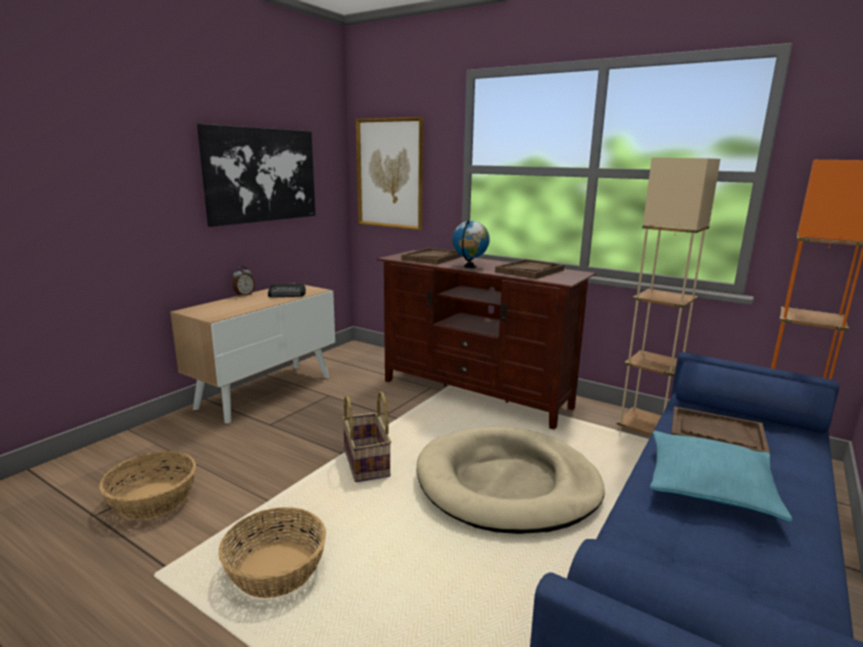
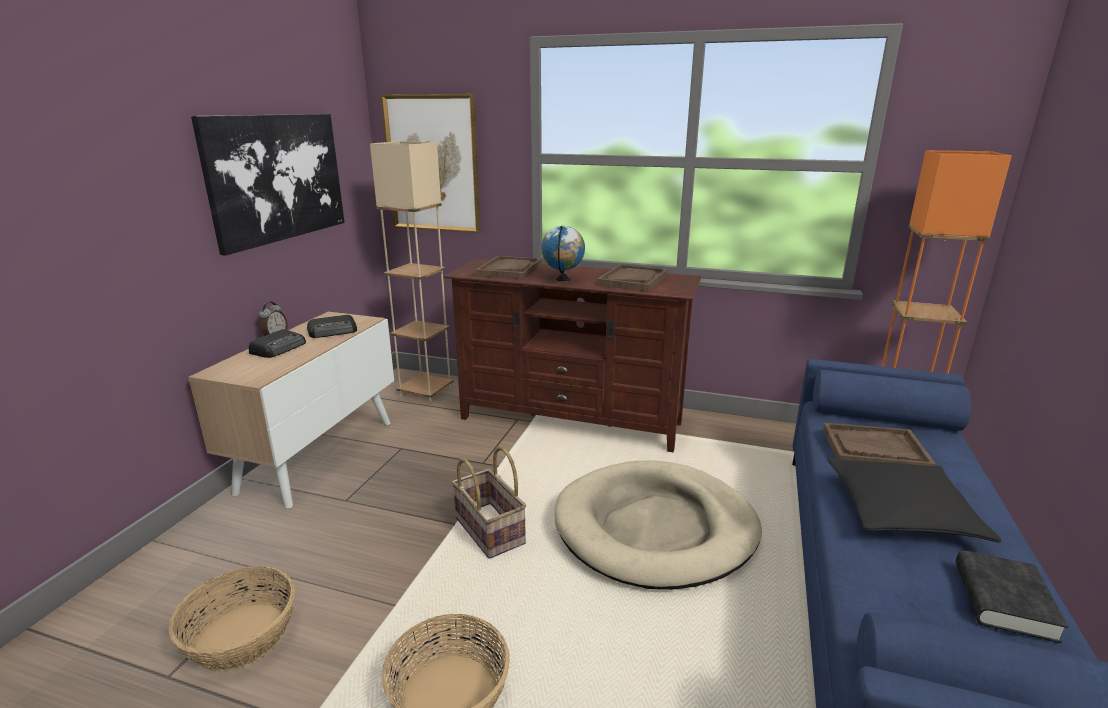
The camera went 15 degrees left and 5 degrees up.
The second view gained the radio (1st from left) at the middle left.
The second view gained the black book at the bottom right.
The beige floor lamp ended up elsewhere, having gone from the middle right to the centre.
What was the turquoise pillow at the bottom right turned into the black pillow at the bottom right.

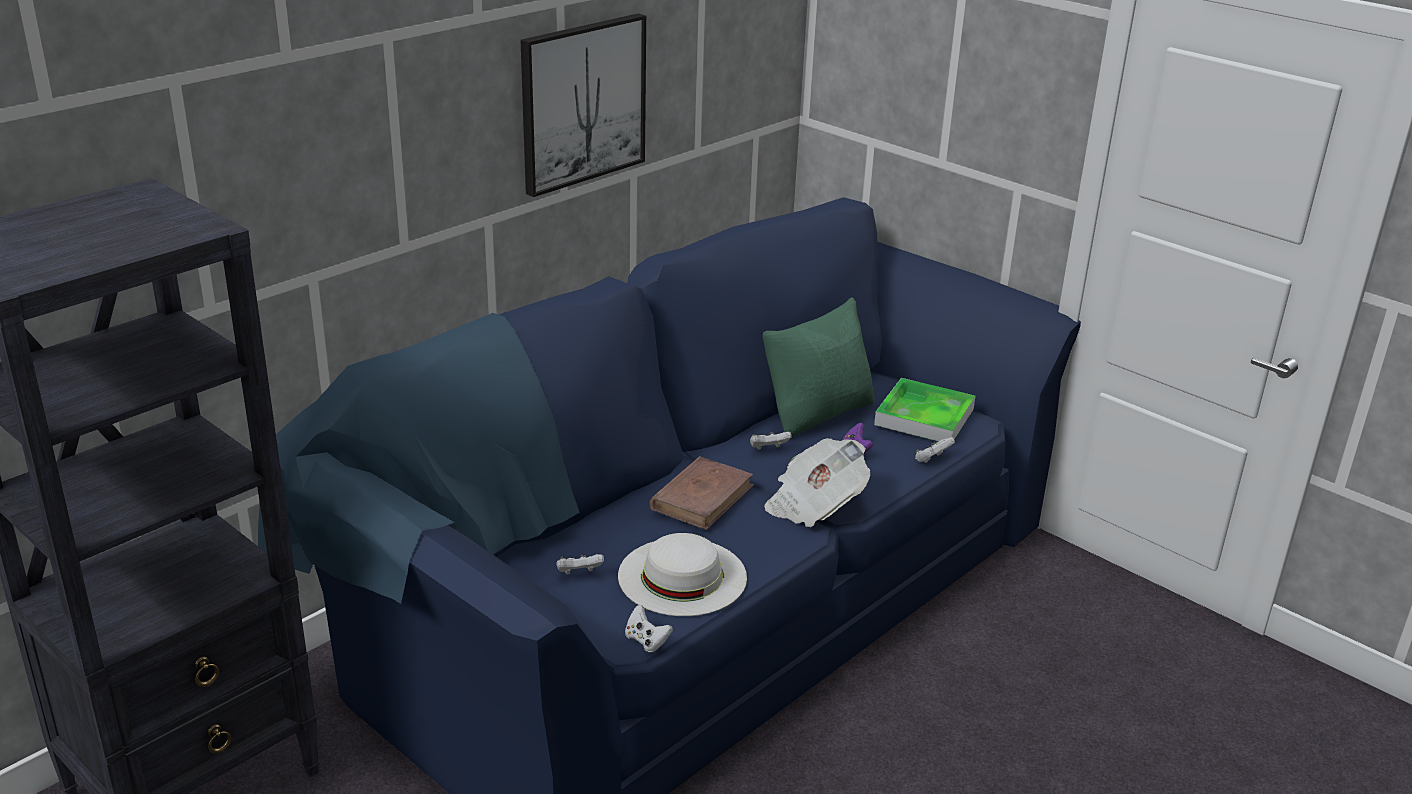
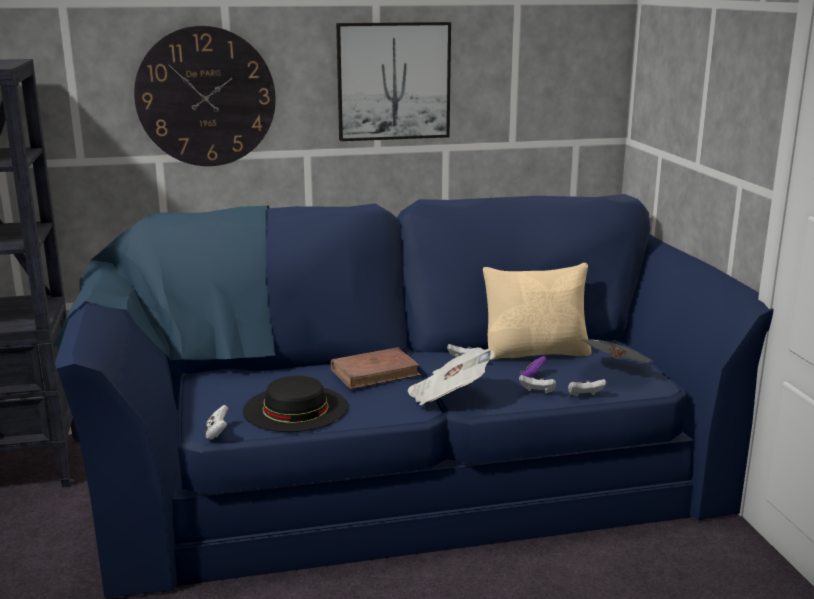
The camera went 35 degrees right and 10 degrees down.
The second view gained the wall clock at the top left.
The white game controller (1st from left in the first image) ended up elsewhere, having gone from the bottom centre to the centre.
Where the tray stood at the centre, the newspaper (2nd from left) came to stand at the middle right.
What was the white hat at the bottom centre turned into the black hat at the bottom centre.
What was the green pillow at the centre turned into the beige pillow at the centre.

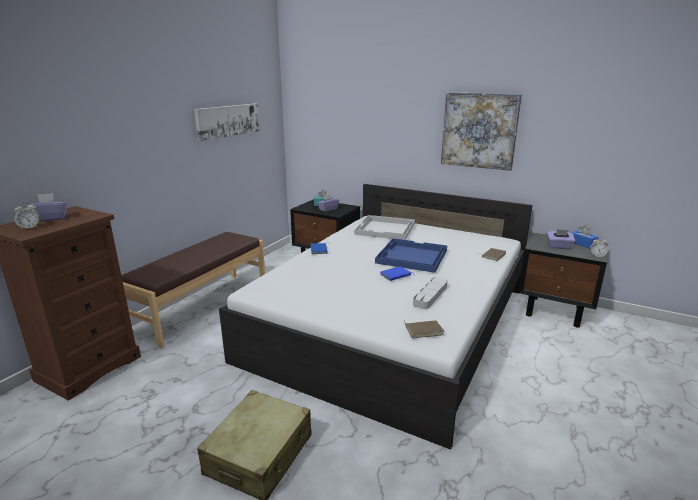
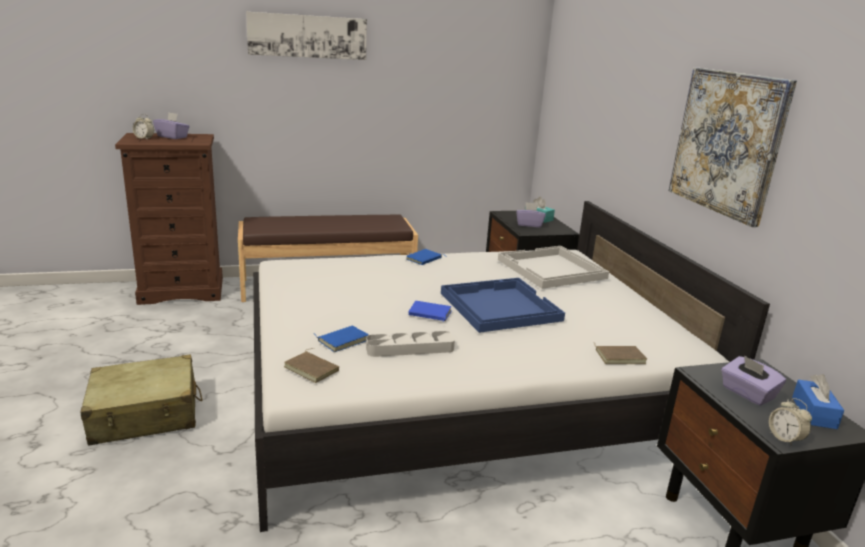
The camera went 45 degrees right and 0 degrees up.
The second view gained the blue book (1st from left) at the centre.
The picture (1st from left) ended up elsewhere, having gone from the top left to the top centre.

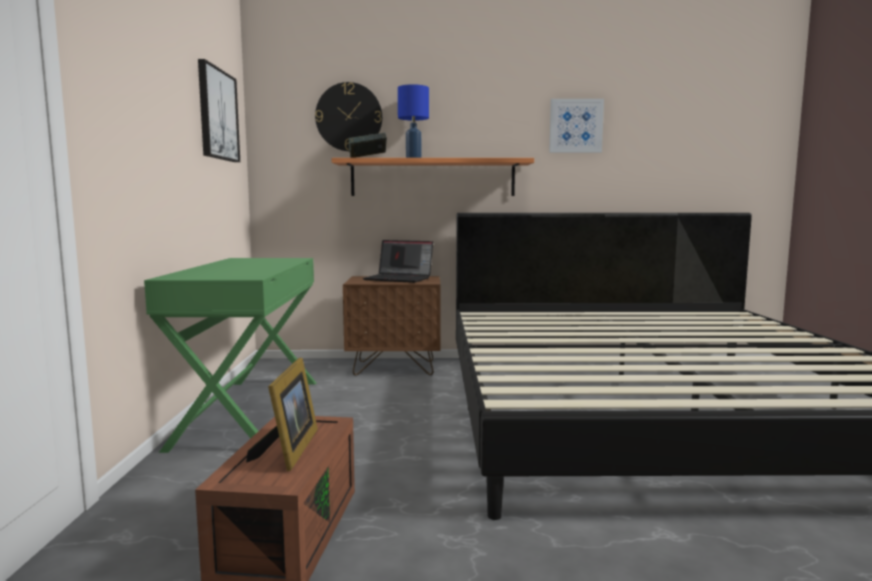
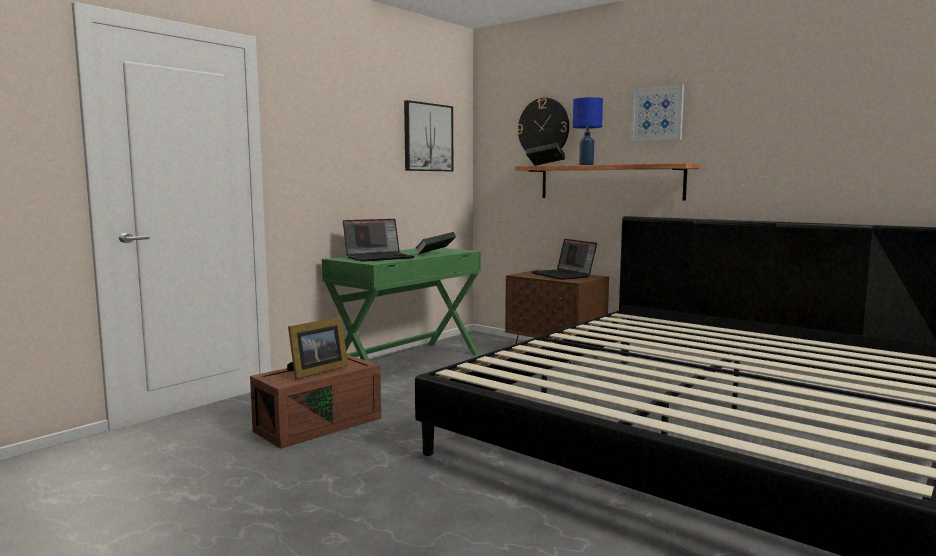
The camera went 40 degrees right and 0 degrees up.
The second view gained the laptop (1st from left) at the centre.
The second view gained the book (1st from left) at the centre.
The picture (2nd from left) ended up elsewhere, having gone from the top centre to the top right.

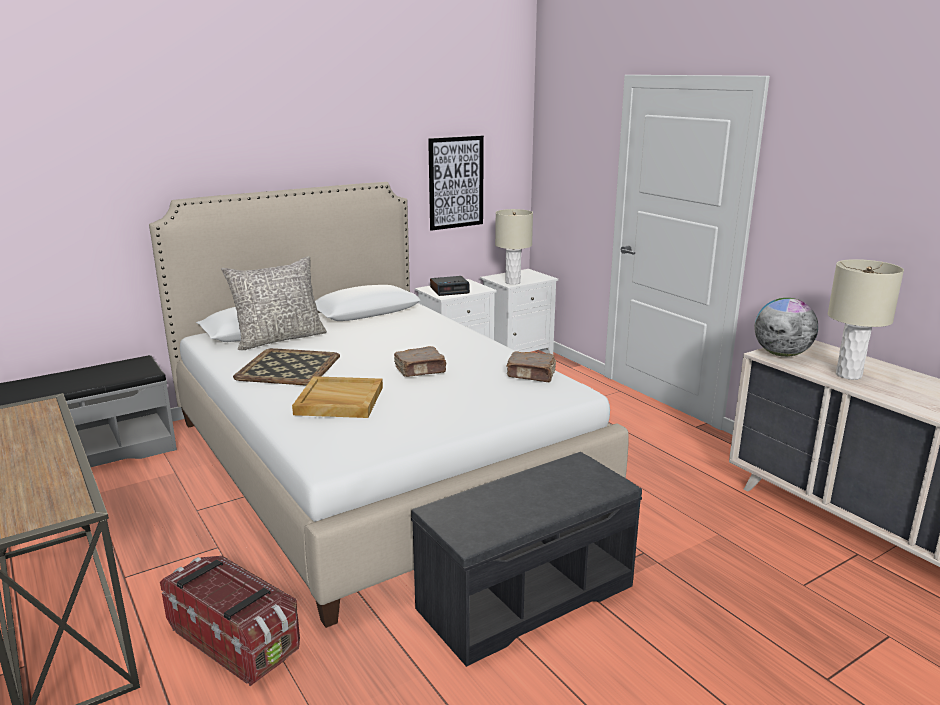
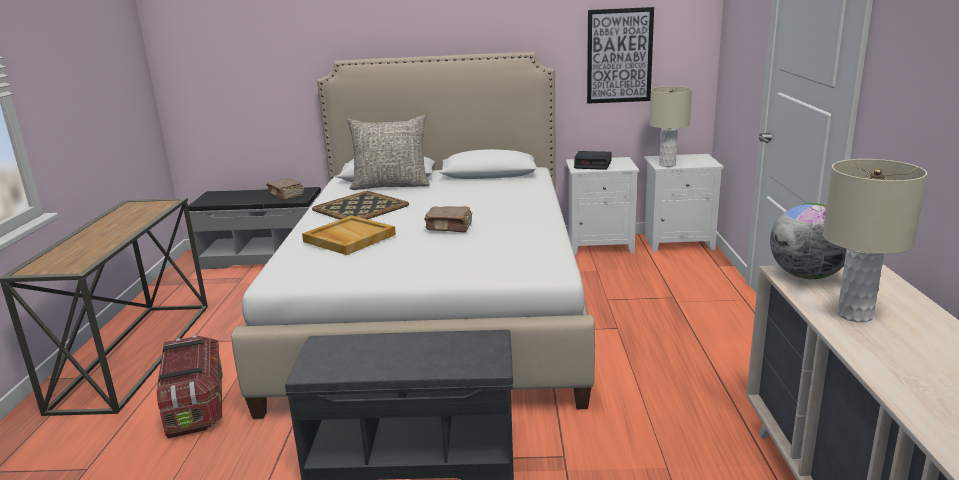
The camera went 35 degrees right and 0 degrees up.
The brown book (2nd from left in the first image) ended up elsewhere, having gone from the centre to the middle left.

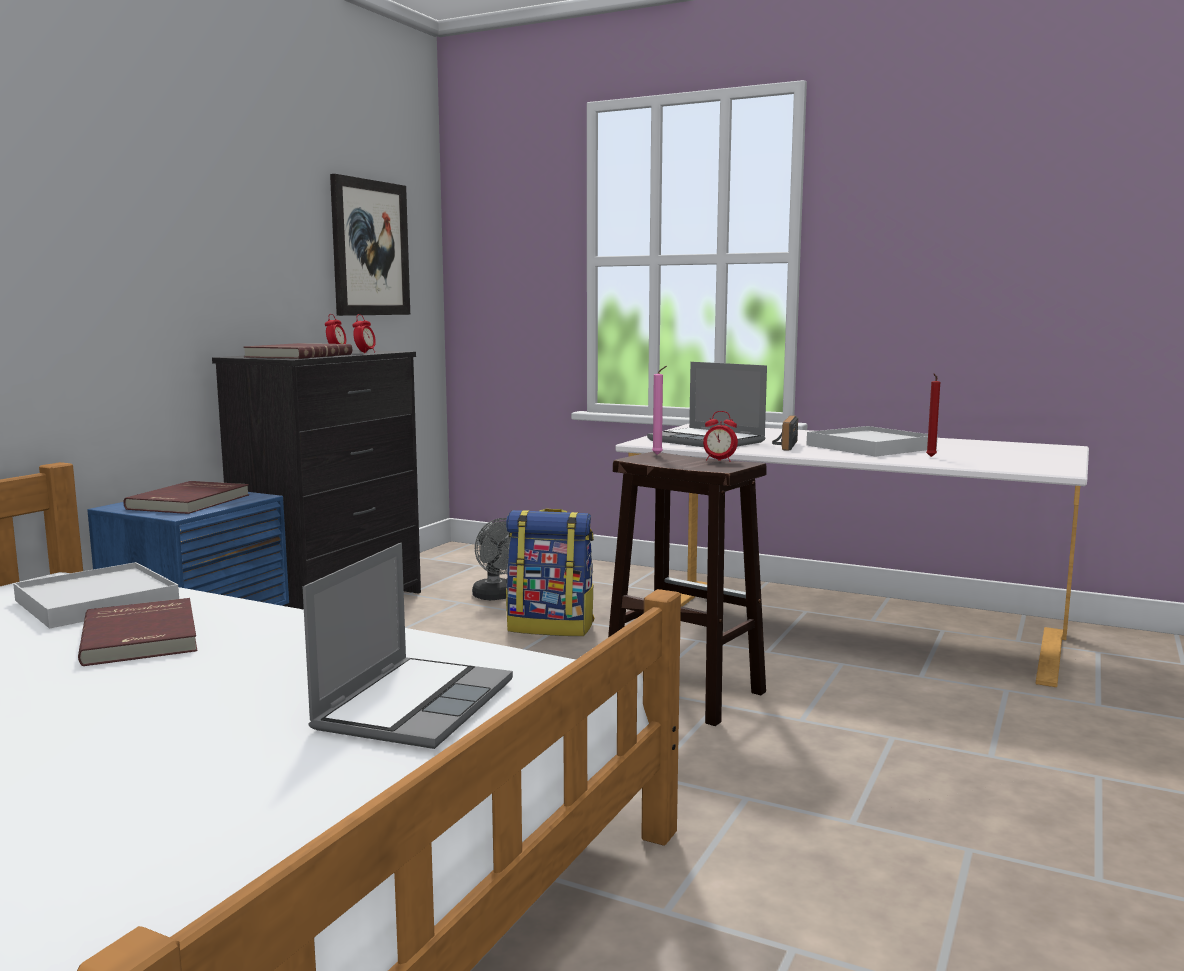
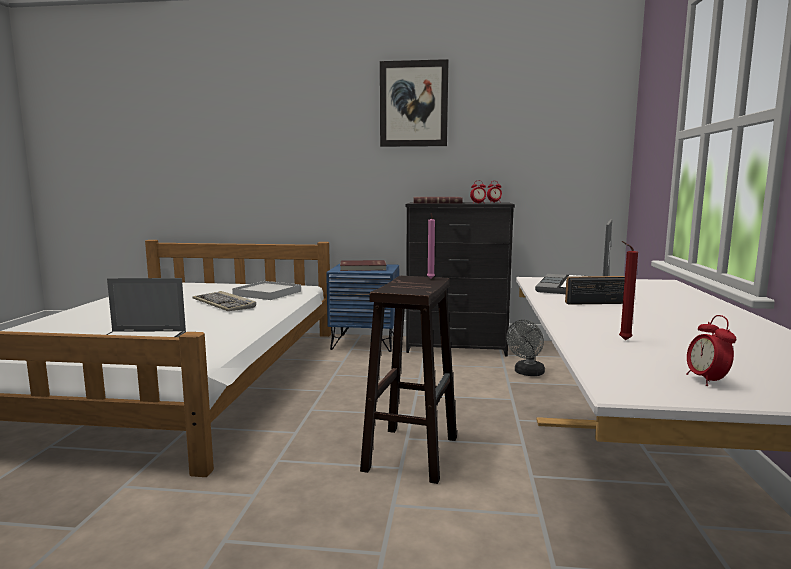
The camera went 70 degrees right and 0 degrees up.
The second view lost the backpack at the centre.
The second view lost the white tray (2nd from left) at the middle right.
The picture ended up elsewhere, having gone from the top left to the top centre.
The alarm clock (3rd from left) ended up elsewhere, having gone from the centre to the middle right.
Where the red book (1st from left) stood at the middle left, the keyboard came to stand at the middle left.

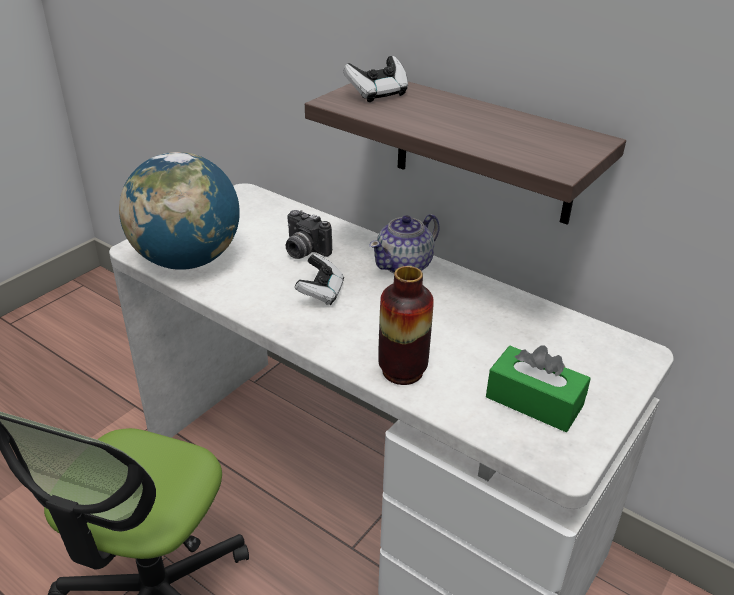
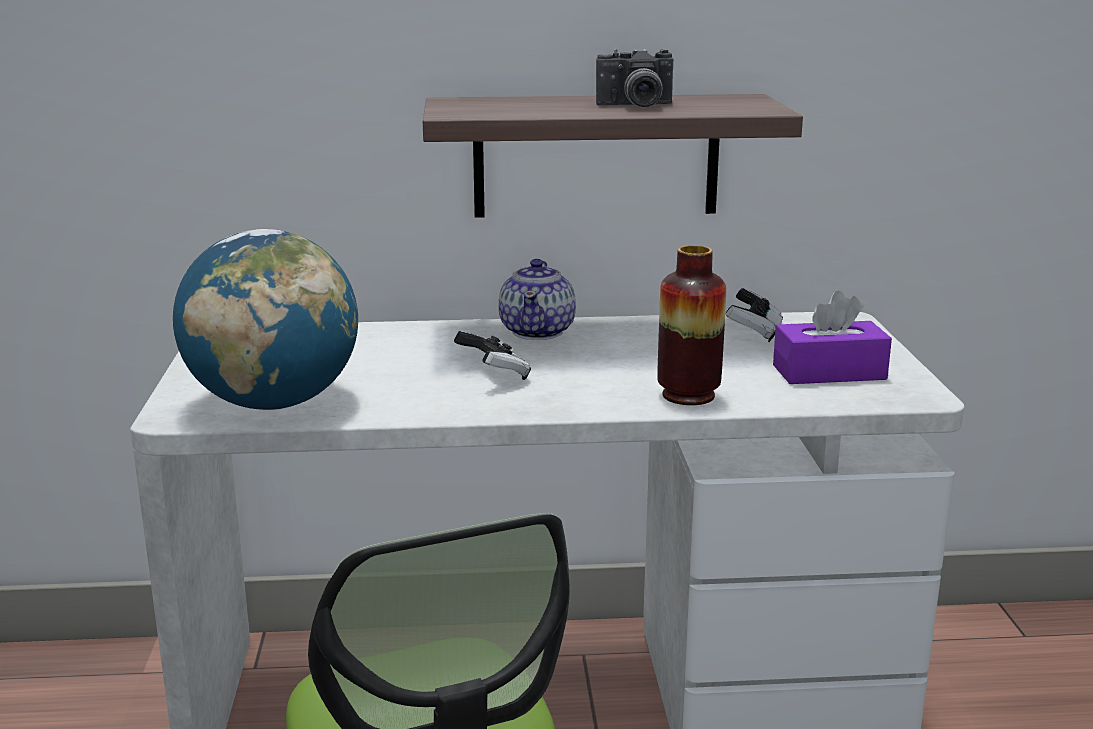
The camera went 40 degrees left and 15 degrees down.
The photo camera ended up elsewhere, having gone from the centre to the top centre.
The game controller (2nd from left) ended up elsewhere, having gone from the top centre to the middle right.
What was the green tissue box at the middle right turned into the purple tissue box at the middle right.

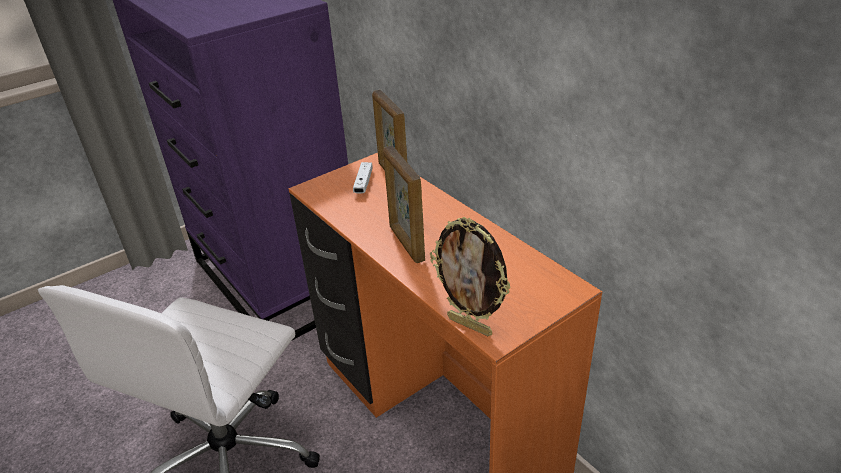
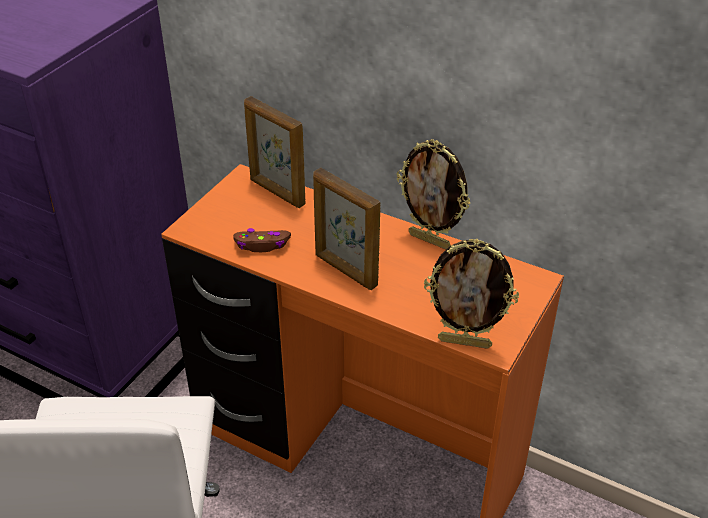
The camera went 25 degrees left and 5 degrees up.
The second view lost the white game controller at the centre.
The second view gained the brown game controller at the centre.
The second view gained the picture frame (3rd from left) at the centre.

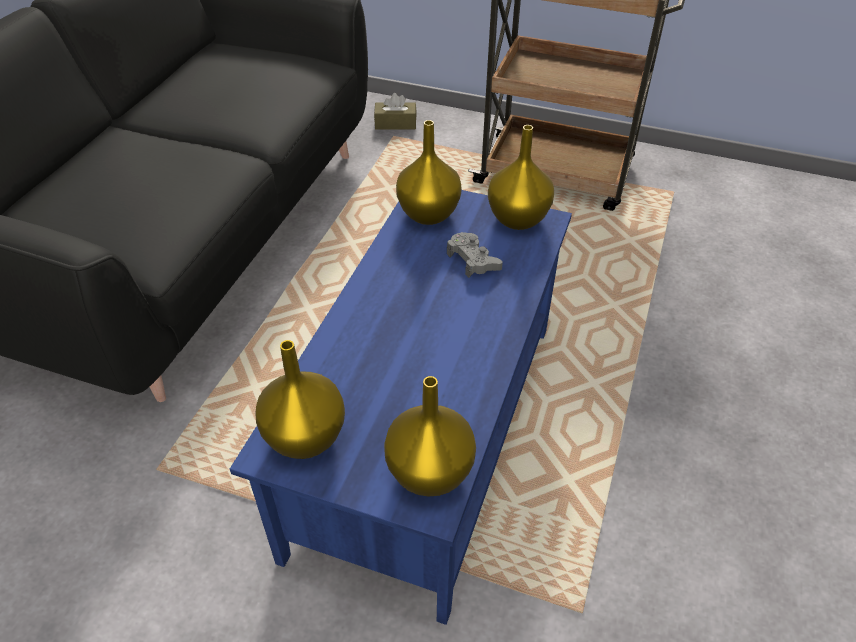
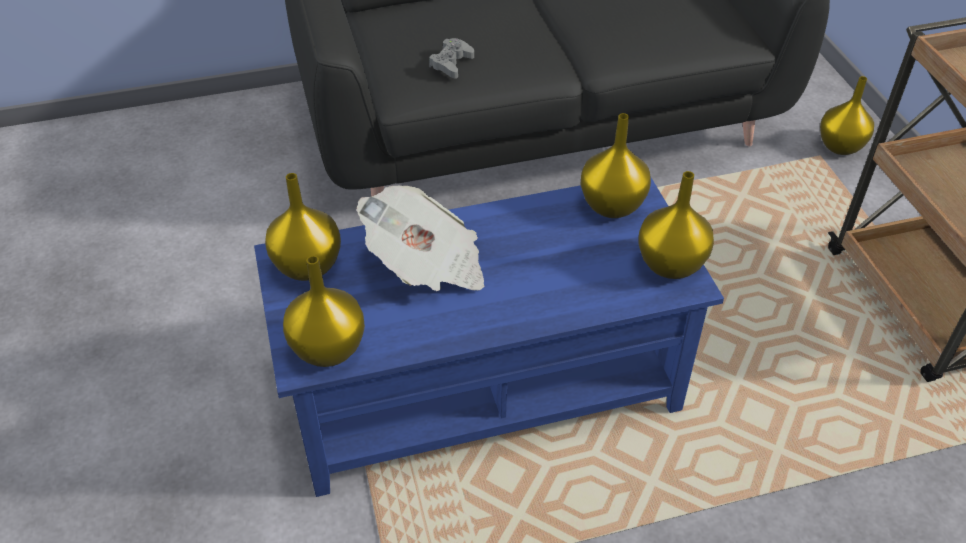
The camera went 55 degrees right and 0 degrees up.
The second view gained the newspaper at the centre.
The grey game controller ended up elsewhere, having gone from the centre to the top centre.
Where the brown tissue box stood at the top centre, the yellow vase (5th from left) came to stand at the top right.

